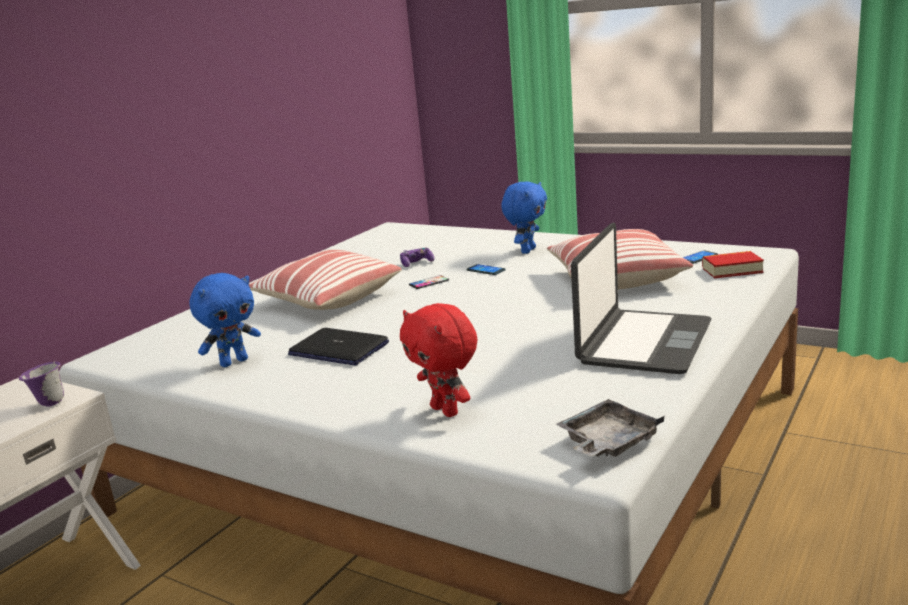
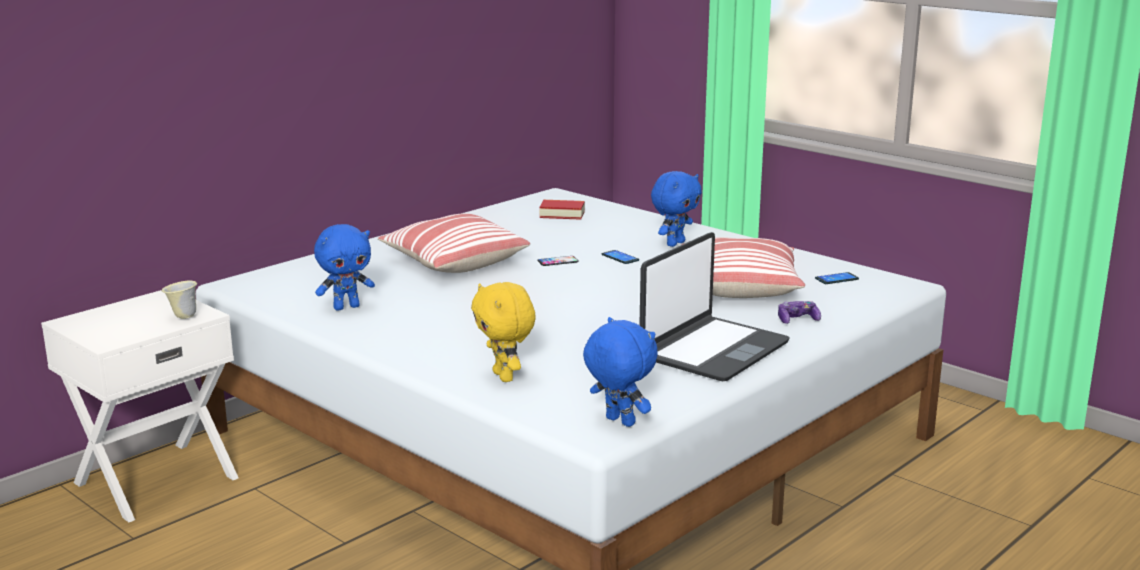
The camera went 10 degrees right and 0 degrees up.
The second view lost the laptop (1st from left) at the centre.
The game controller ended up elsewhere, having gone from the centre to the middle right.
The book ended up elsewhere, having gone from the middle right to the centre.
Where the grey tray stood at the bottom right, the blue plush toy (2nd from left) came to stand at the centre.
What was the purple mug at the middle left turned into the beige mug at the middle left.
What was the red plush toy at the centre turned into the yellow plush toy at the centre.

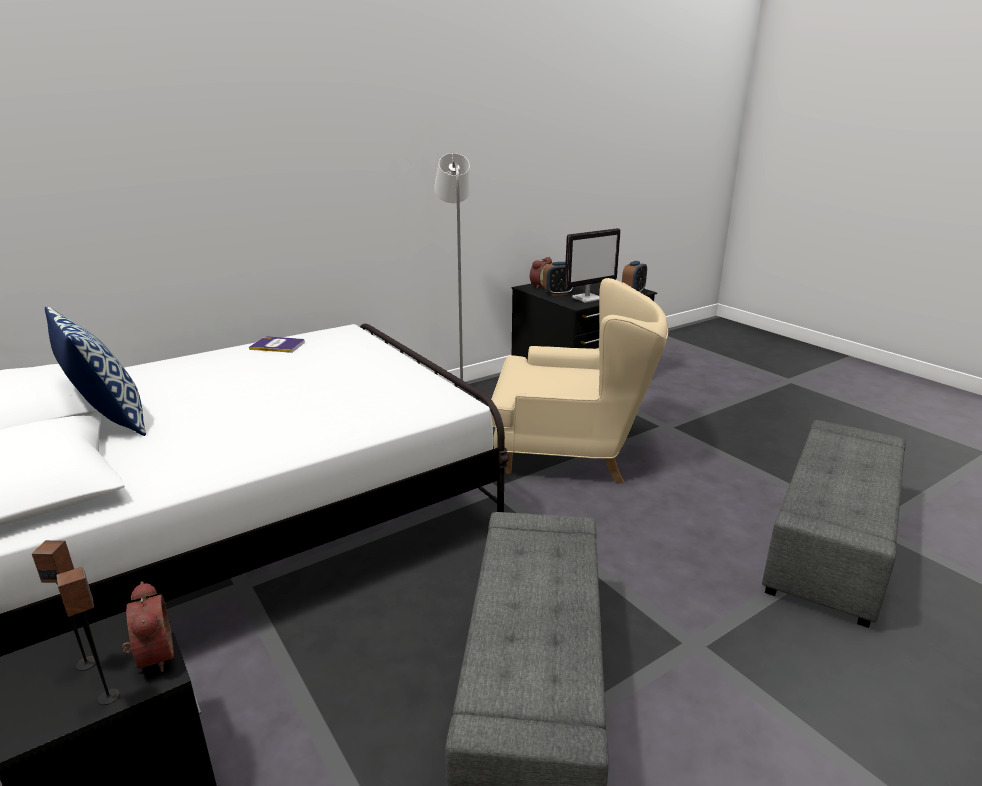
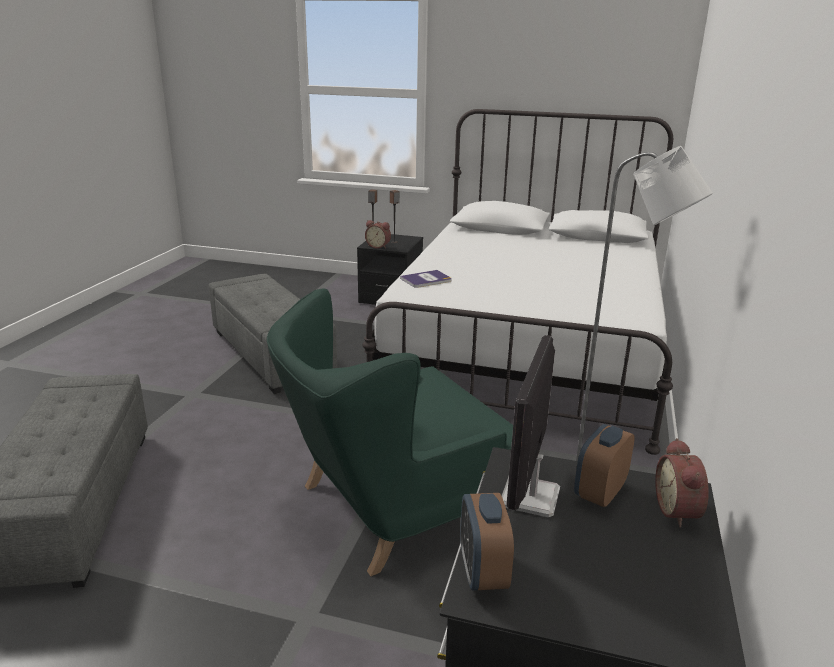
The camera went 140 degrees right and 0 degrees up.
The second view lost the pillow at the middle left.
The book ended up elsewhere, having gone from the middle left to the centre.
What was the beige armchair at the centre turned into the green armchair at the centre.

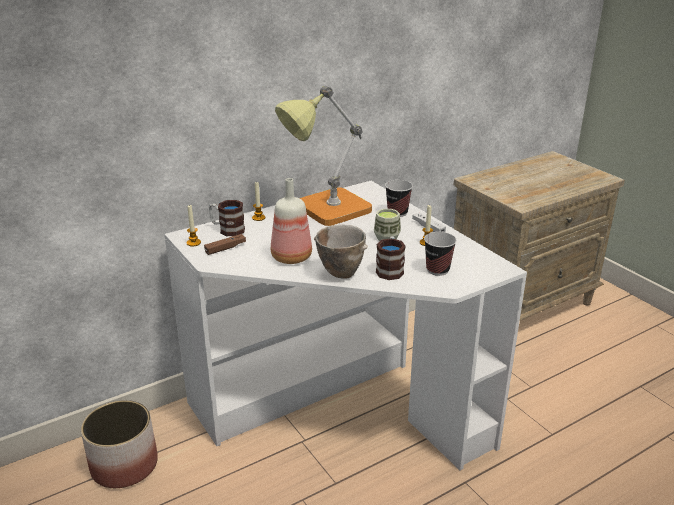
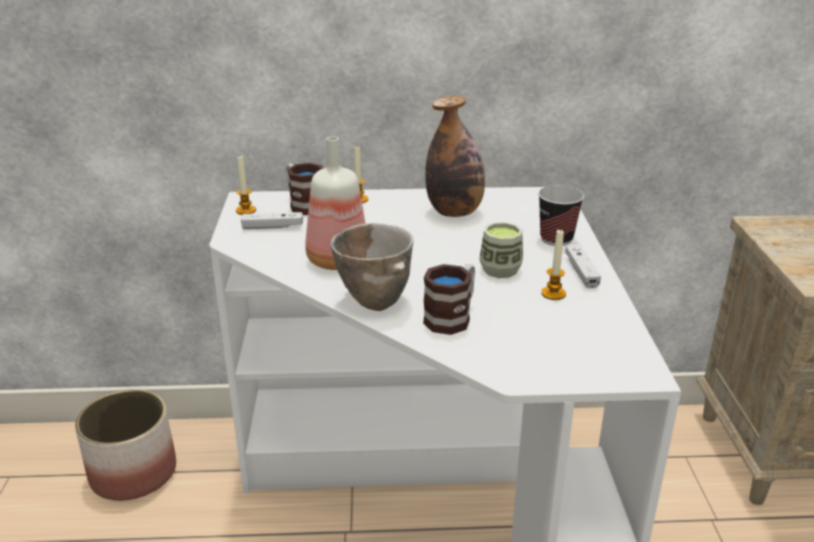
The camera went 30 degrees right and 0 degrees up.
The second view lost the cup (3rd from left) at the centre.
Where the table lamp stood at the top centre, the bottle (2nd from left) came to stand at the top centre.
What was the brown game controller at the centre turned into the white game controller (1st from left) at the centre.

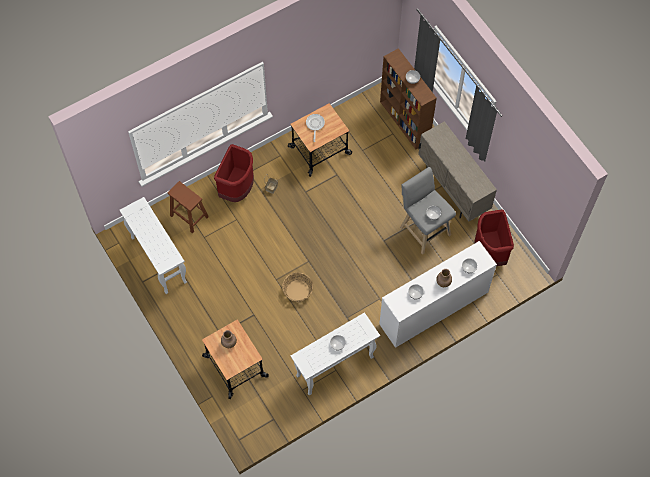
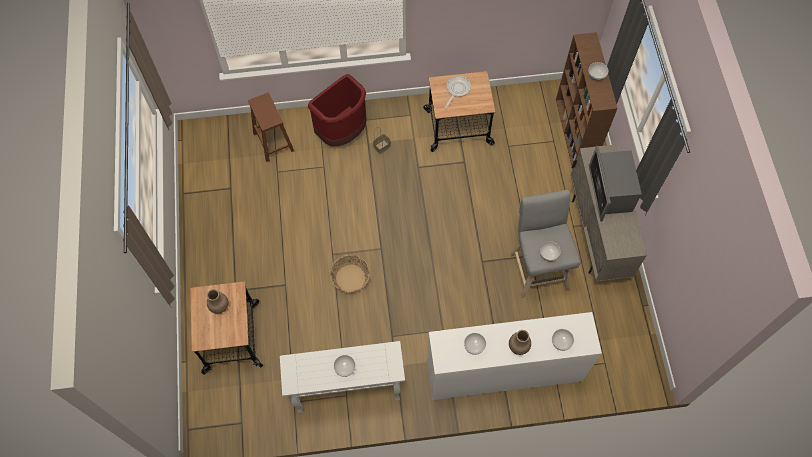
The camera went 25 degrees right and 0 degrees up.
The second view lost the white console table (1st from left) at the middle left.
The second view lost the red trash can (2nd from left) at the middle right.
The second view gained the microwave at the middle right.

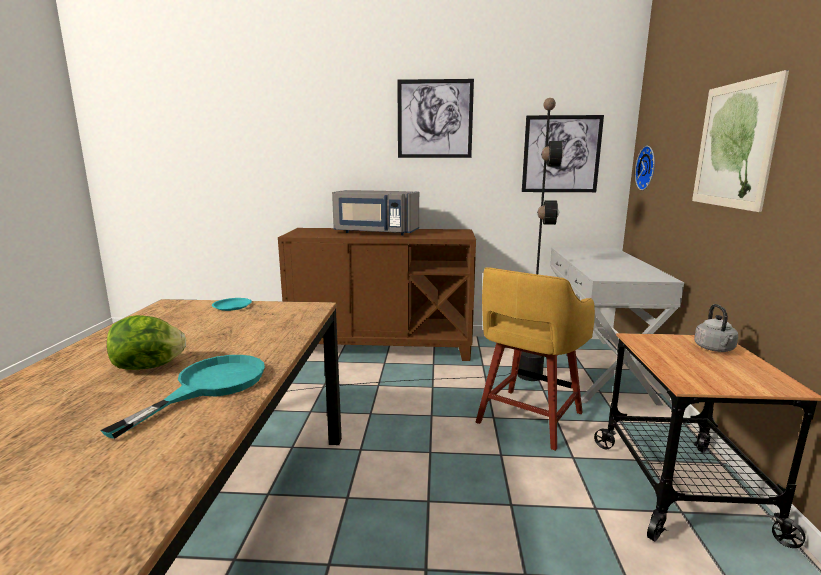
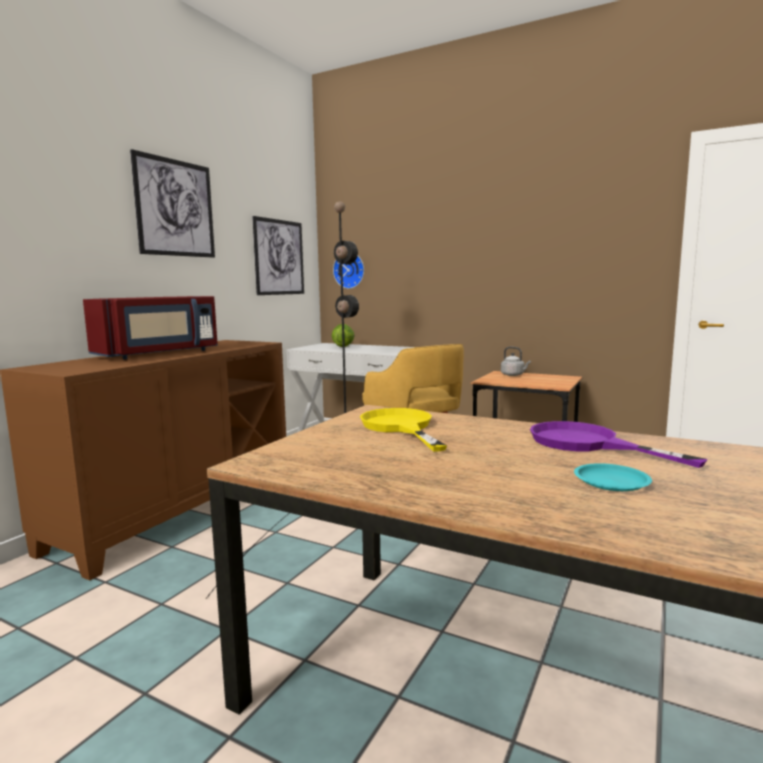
The camera went 65 degrees left and 5 degrees down.
The second view lost the picture (3rd from left) at the top right.
The second view gained the yellow frying pan at the centre.
The lettuce ended up elsewhere, having gone from the middle left to the centre.
The turquoise plate ended up elsewhere, having gone from the middle left to the middle right.
What was the turquoise frying pan at the bottom left turned into the purple frying pan at the middle right.
What was the grey microwave at the centre turned into the red microwave at the middle left.

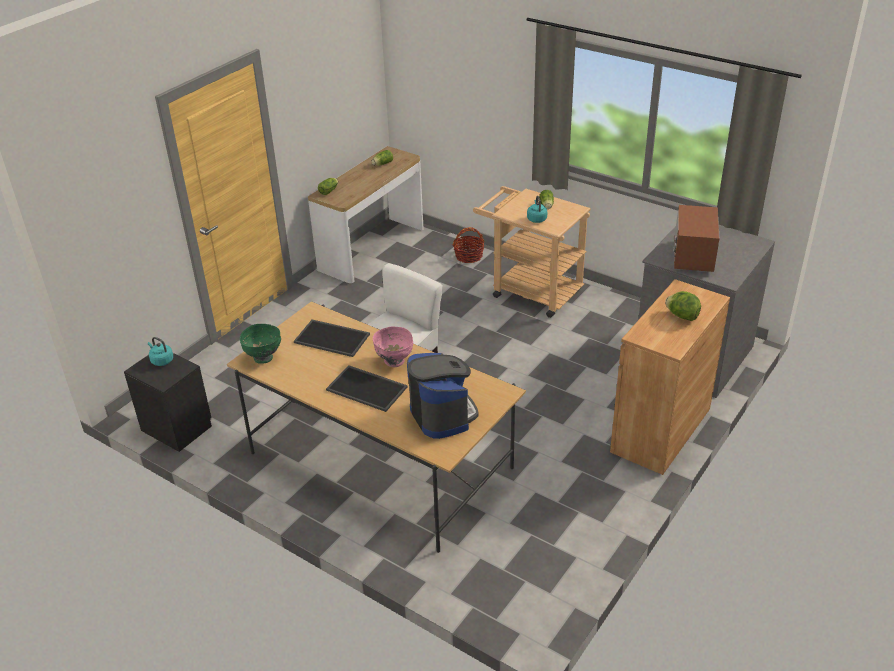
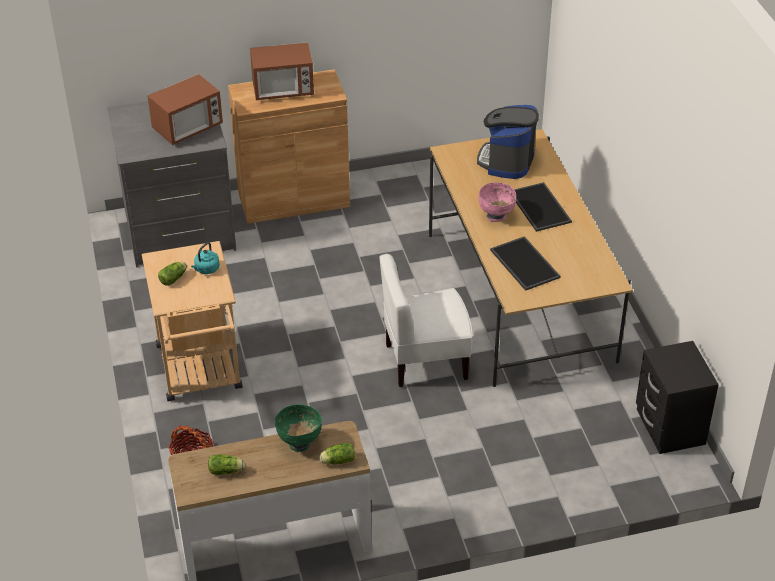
The camera went 140 degrees left and 5 degrees up.
The second view lost the turquoise kettle (1st from left) at the middle left.
The green bowl ended up elsewhere, having gone from the middle left to the bottom centre.
Where the lettuce (4th from left) stood at the middle right, the microwave (2nd from left) came to stand at the top centre.

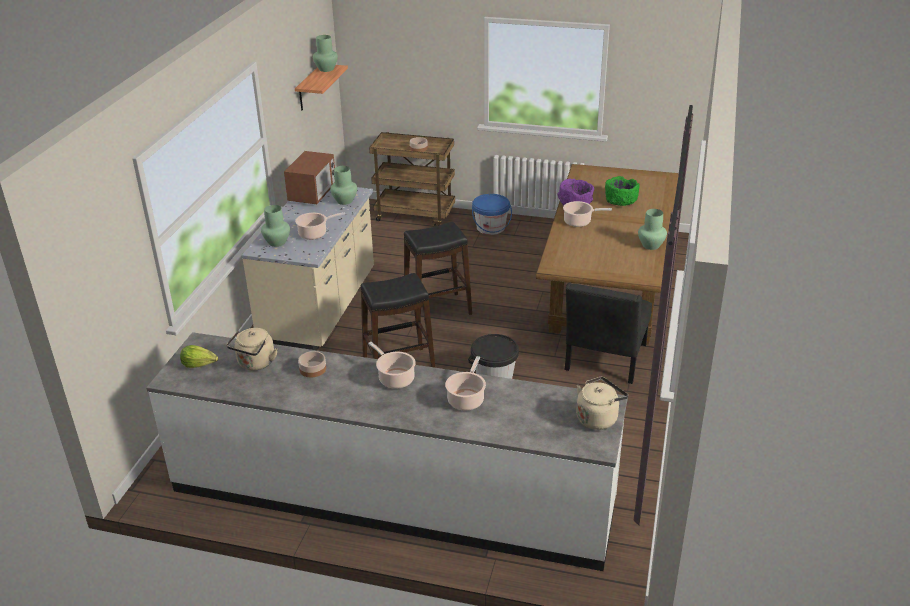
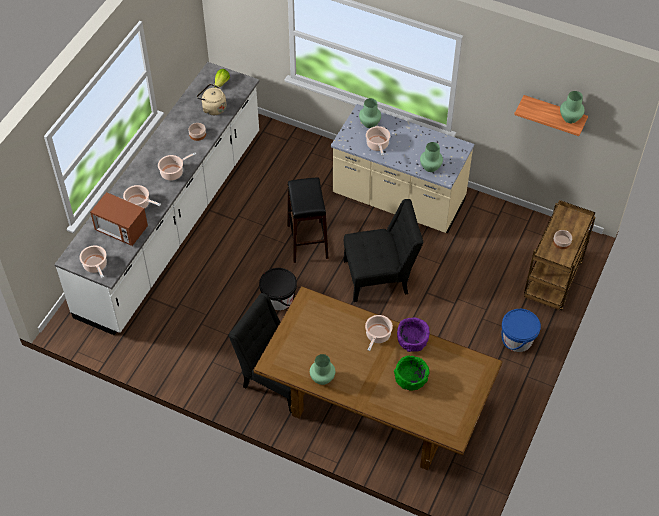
The camera went 100 degrees right and 20 degrees up.
The microwave ended up elsewhere, having gone from the top centre to the middle left.
Where the black stool (2nd from left) stood at the centre, the black chair (2nd from left) came to stand at the centre.
Where the beige kettle (2nd from left) stood at the centre, the cooking pot (1st from left) came to stand at the middle left.

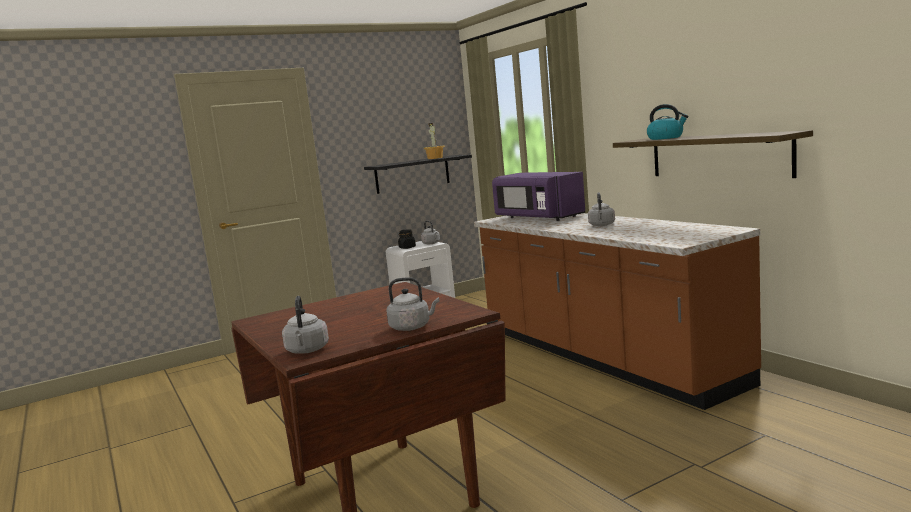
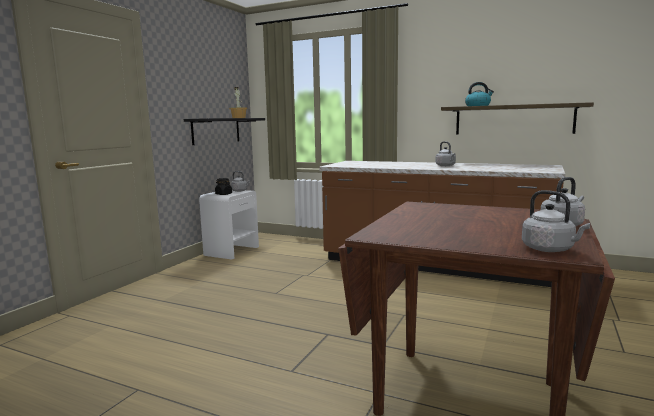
The camera went 35 degrees left and 0 degrees up.
The second view lost the purple microwave at the centre.

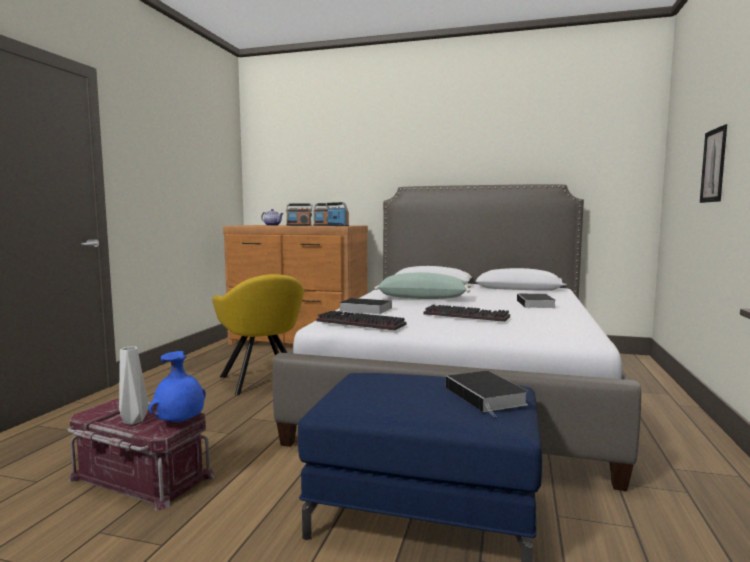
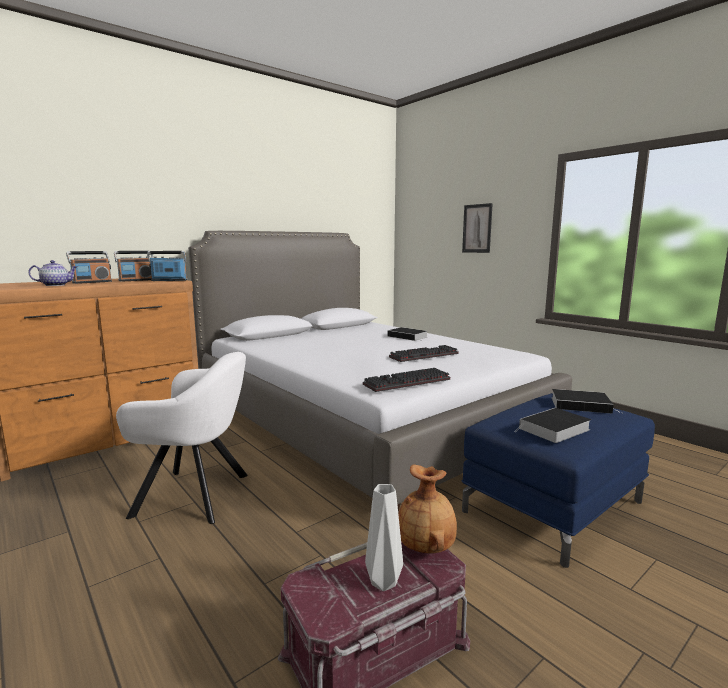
The camera went 55 degrees left and 5 degrees up.
The second view lost the green pillow at the centre.
The book (1st from left in the first image) ended up elsewhere, having gone from the centre to the middle right.
What was the blue vase at the bottom left turned into the brown vase at the bottom centre.
What was the yellow armchair at the centre turned into the white armchair at the middle left.

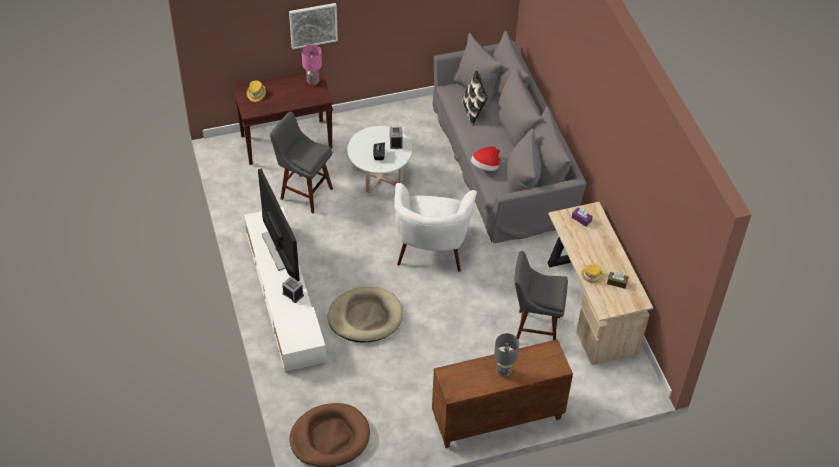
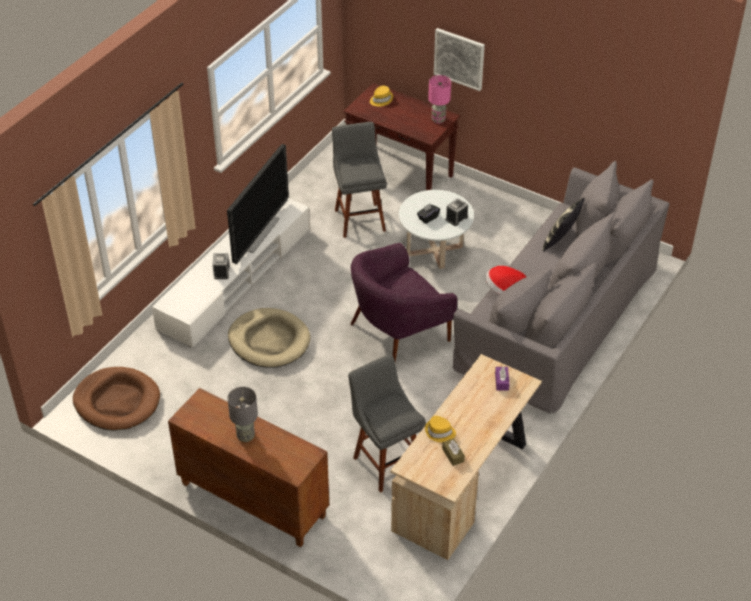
The camera went 50 degrees right and 5 degrees down.
What was the white armchair at the centre turned into the purple armchair at the centre.

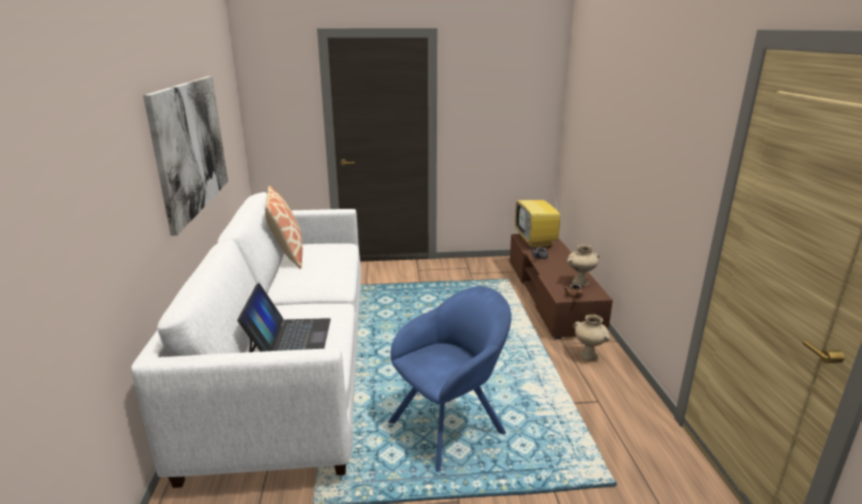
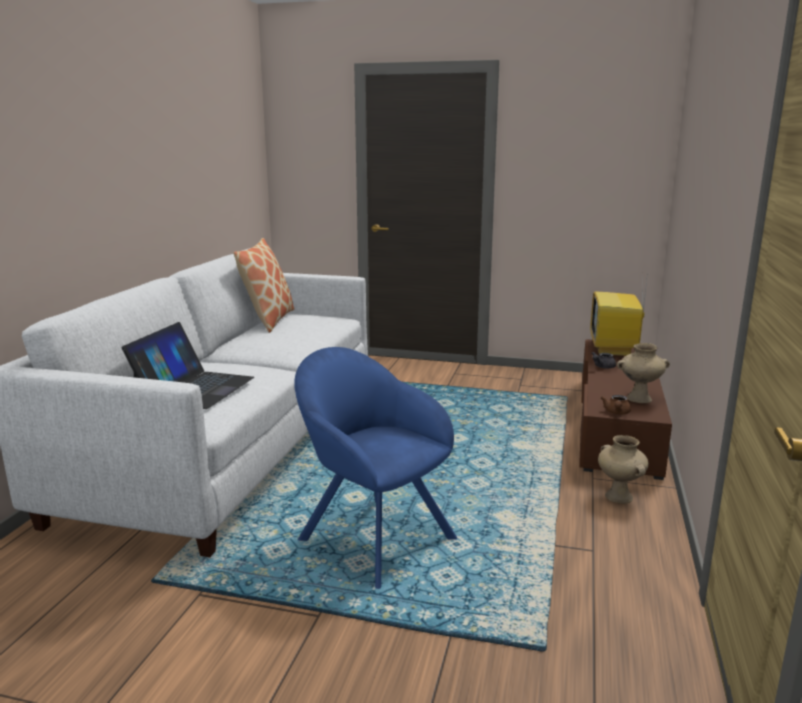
The camera went 20 degrees right and 5 degrees down.
The second view lost the picture at the top left.
The blue armchair at the bottom centre ended up facing another way, 120 degrees counterclockwise from before.

